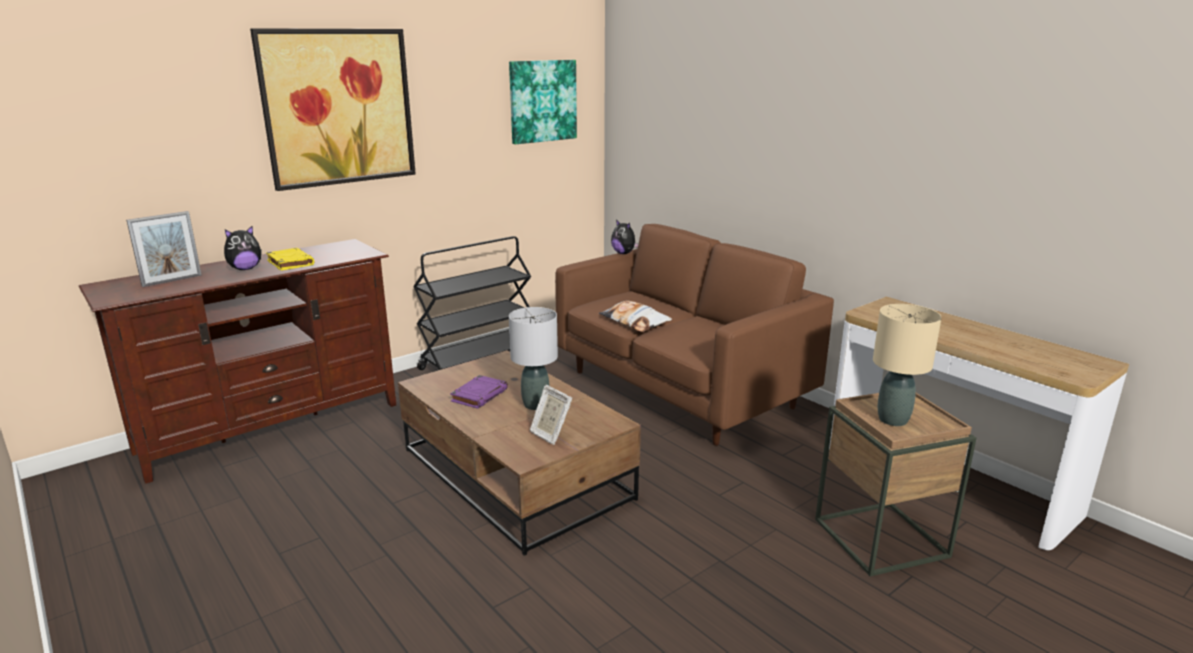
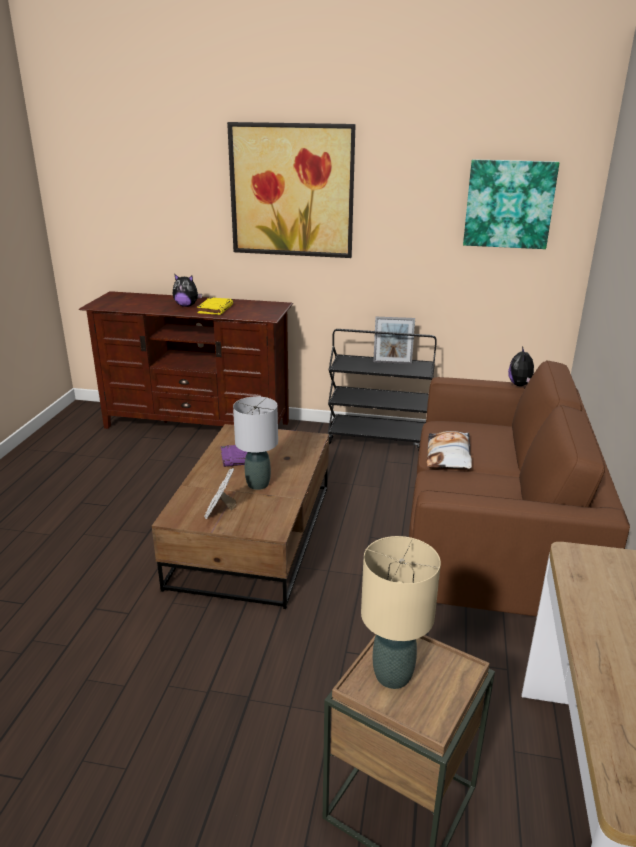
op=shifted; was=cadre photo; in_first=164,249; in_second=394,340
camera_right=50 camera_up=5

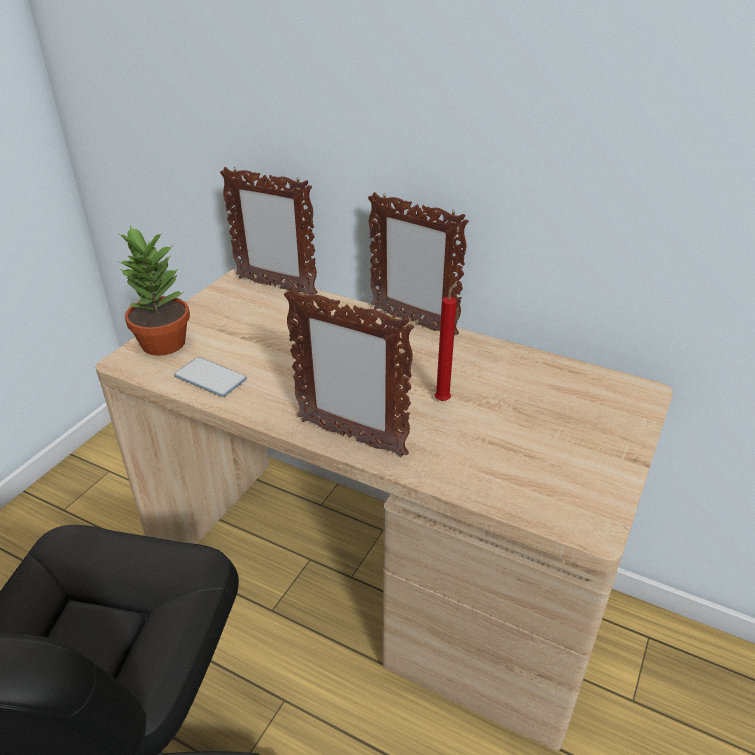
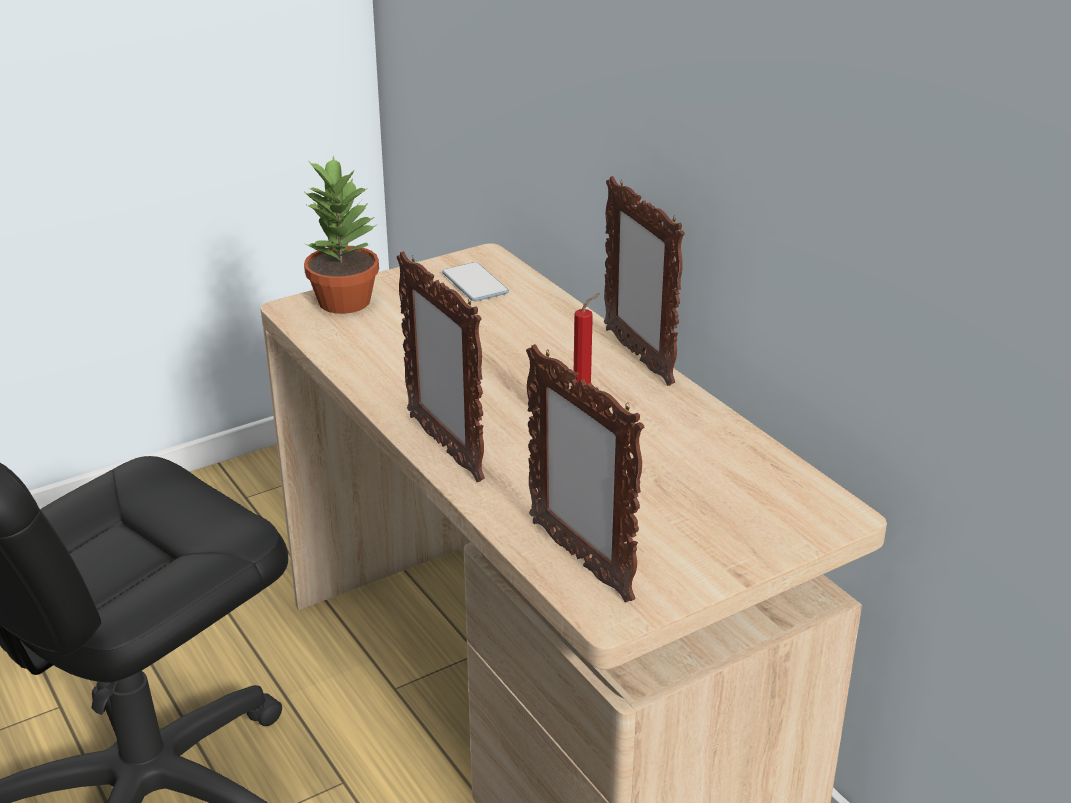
op=shifted; was=téléphone; in_first=210,377; in_second=475,281
op=shifted; was=cadre photo; in_first=269,231; in_second=585,473
camera_right=30 camera_up=-5

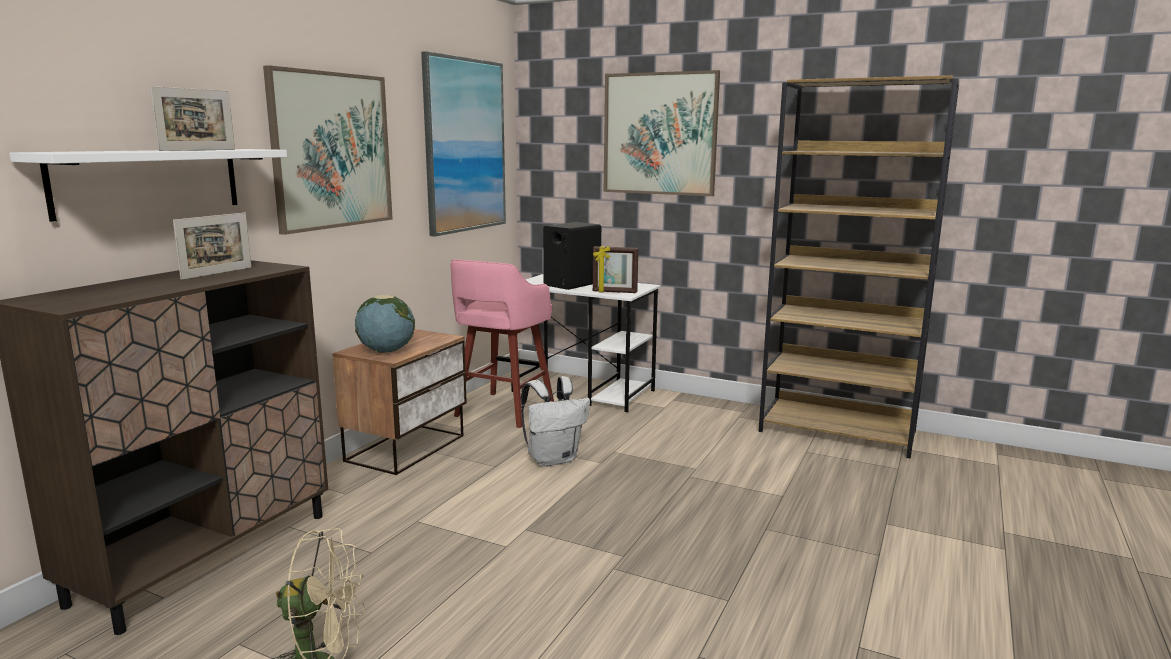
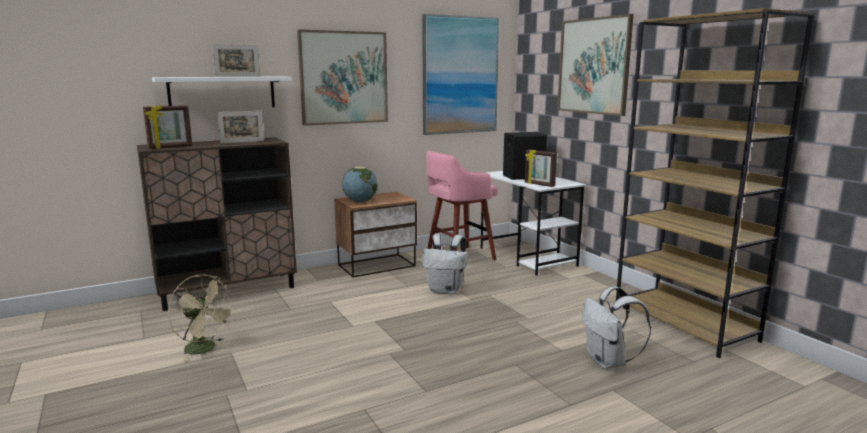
op=new; now=cadre photo; in_second=167,127
op=new; now=sac à dos [blanc]; in_second=616,327
camera_right=35 camera_up=0

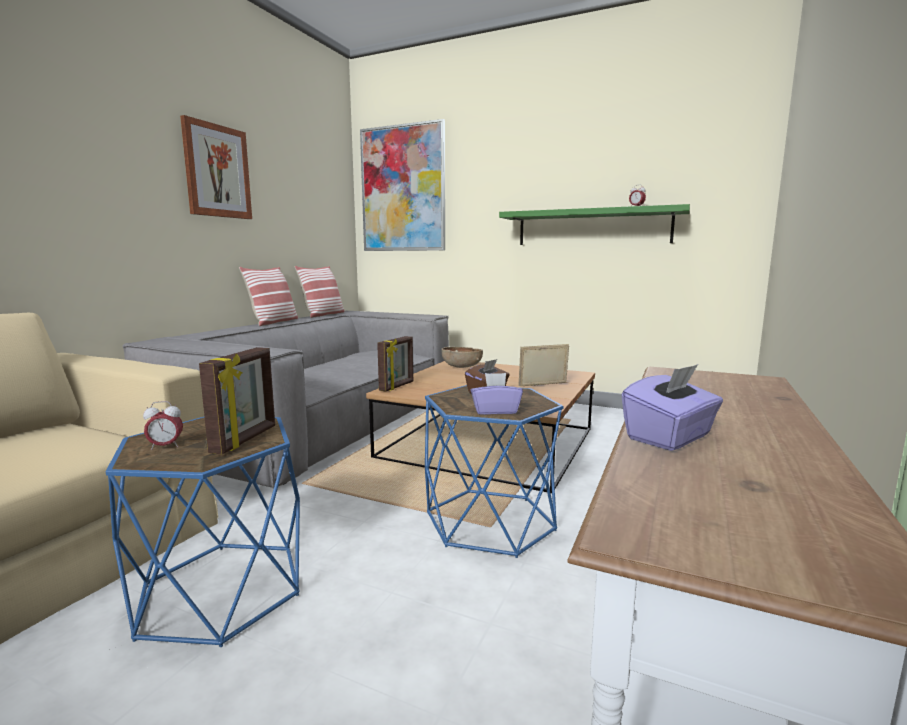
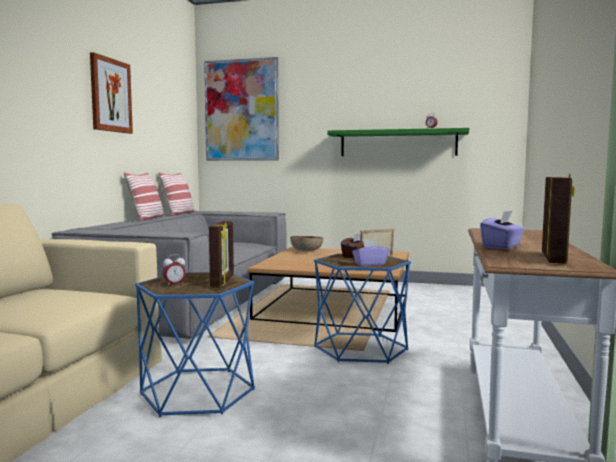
op=shifted; was=cadre photo; in_first=395,364; in_second=558,219
camera_right=-10 camera_up=-5

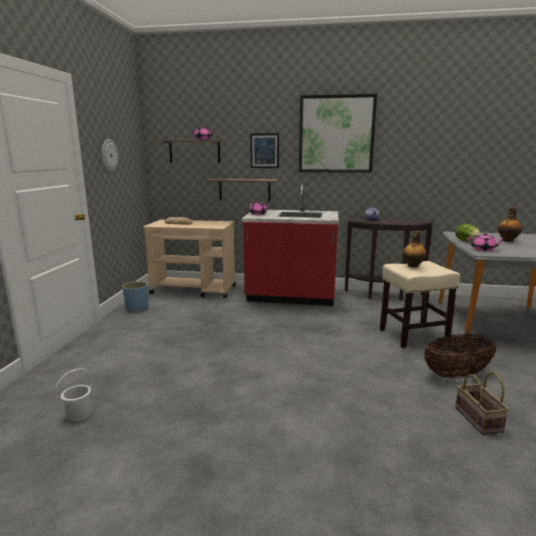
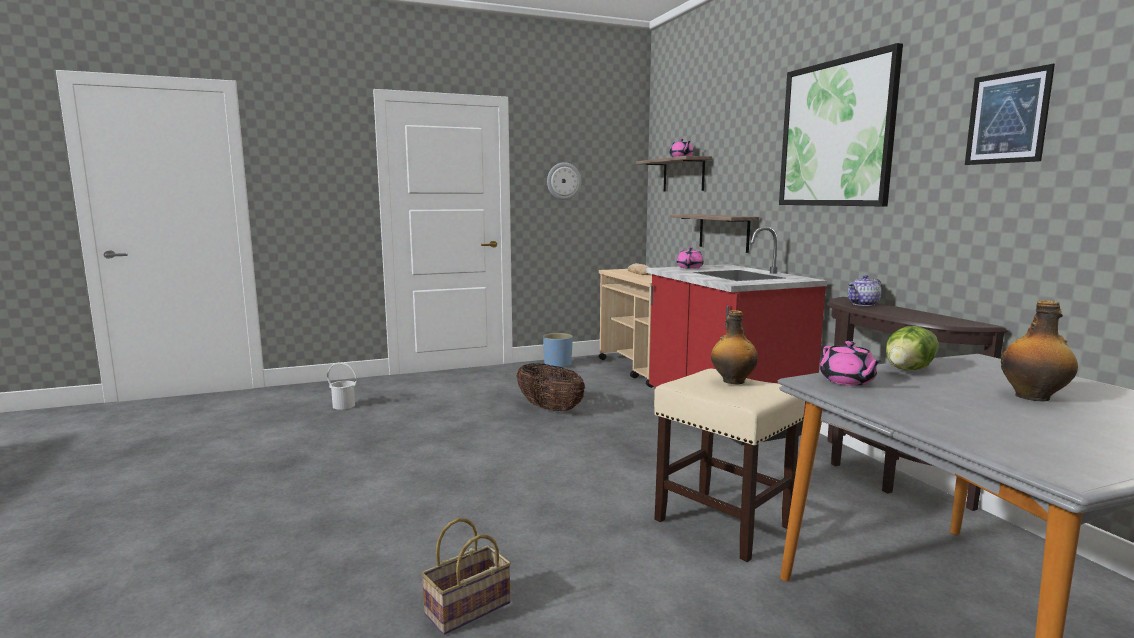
op=shifted; was=panier; in_first=460,356; in_second=550,387
op=shifted; was=tableau; in_first=264,150; in_second=1010,114
camera_right=60 camera_up=-5

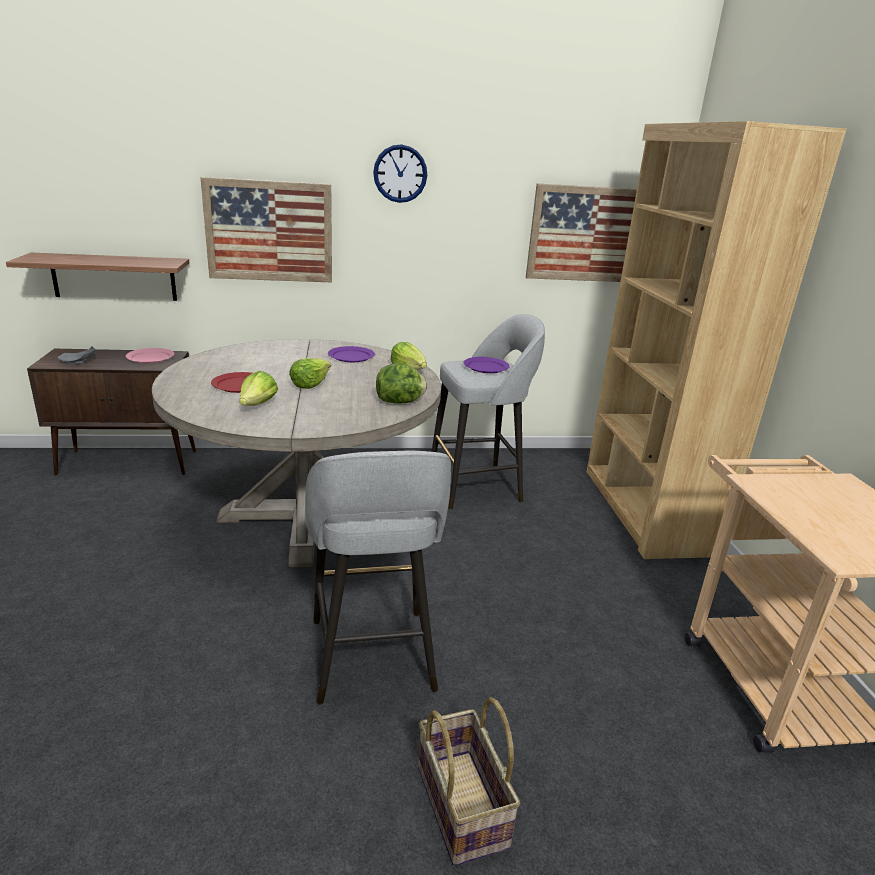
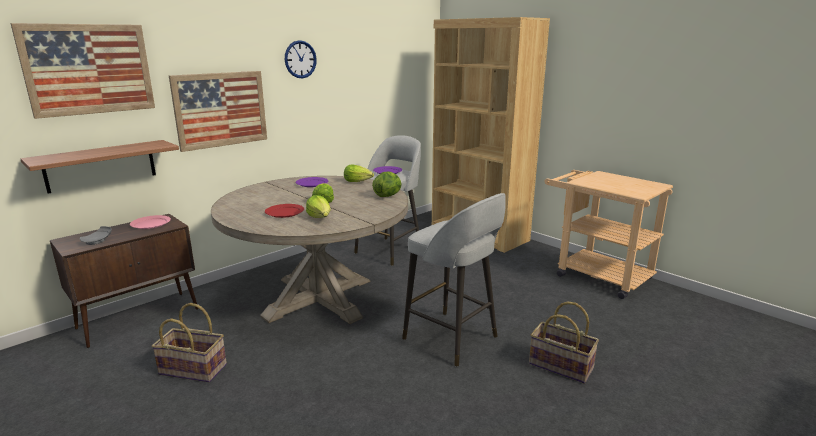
op=shifted; was=tableau; in_first=581,232; in_second=82,71
op=new; now=panier; in_second=189,342
camera_right=-35 camera_up=-5

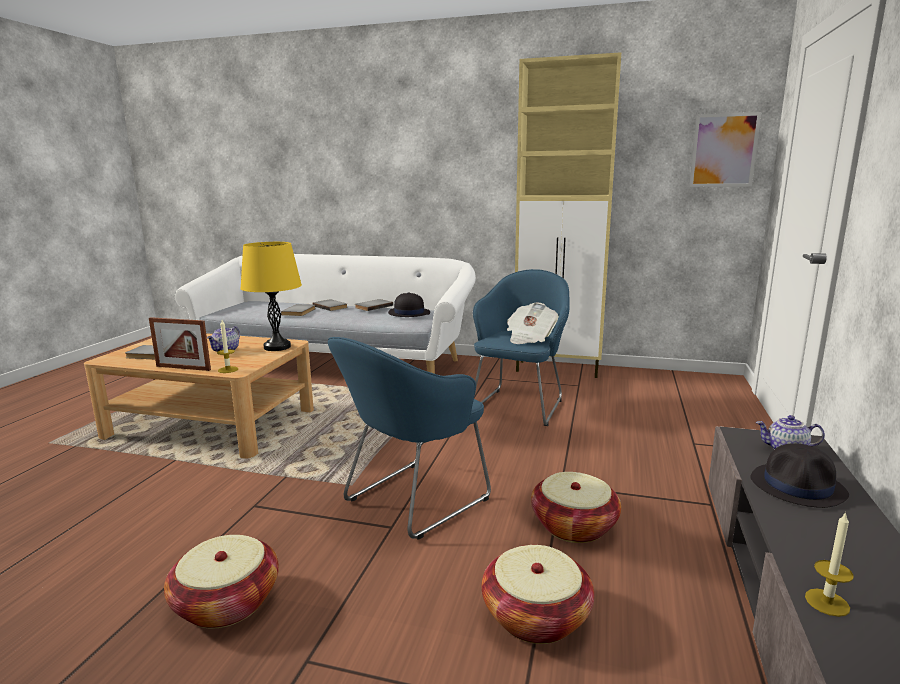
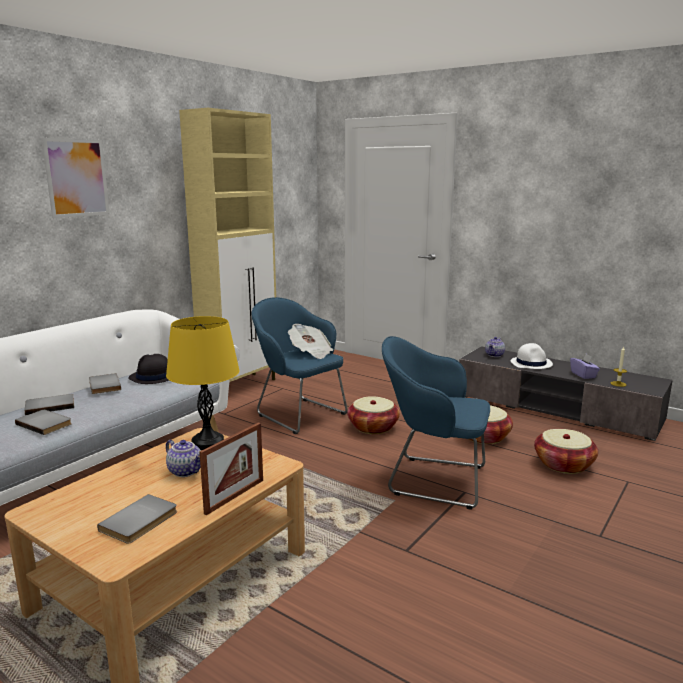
op=shifted; was=tableau; in_first=725,149; in_second=76,177
op=shifted; was=panier; in_first=221,581; in_second=373,415
op=rotated; was=fauteuil [bleu]; in_first=409,438; in_second=436,423; clockwise=135
op=repainted; was=chapeau [noir]; now=chapeau [blanc]; in_first=800,475; in_second=532,356
op=new; now=boîte à mouchoirs [violet]; in_second=585,366
op=gone; was=bougie; in_first=227,346
camera_right=-70 camera_up=0

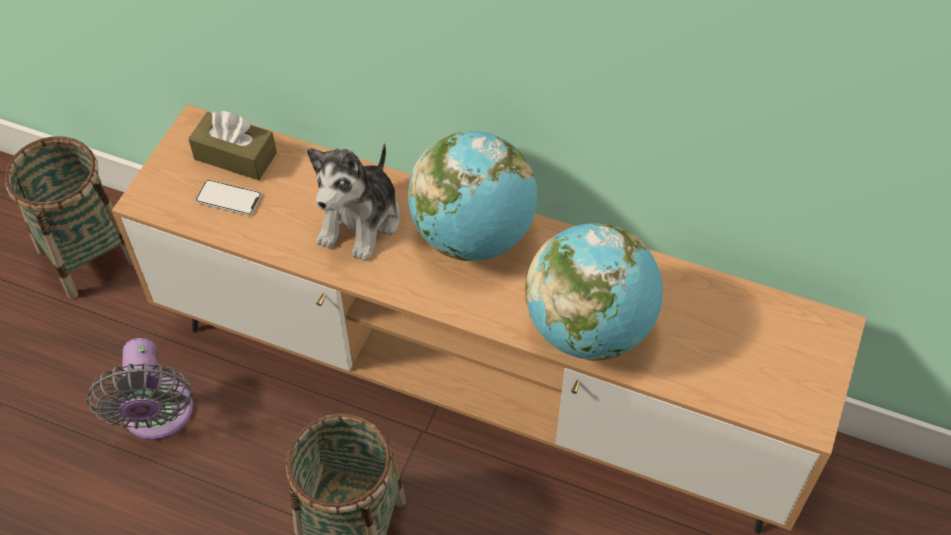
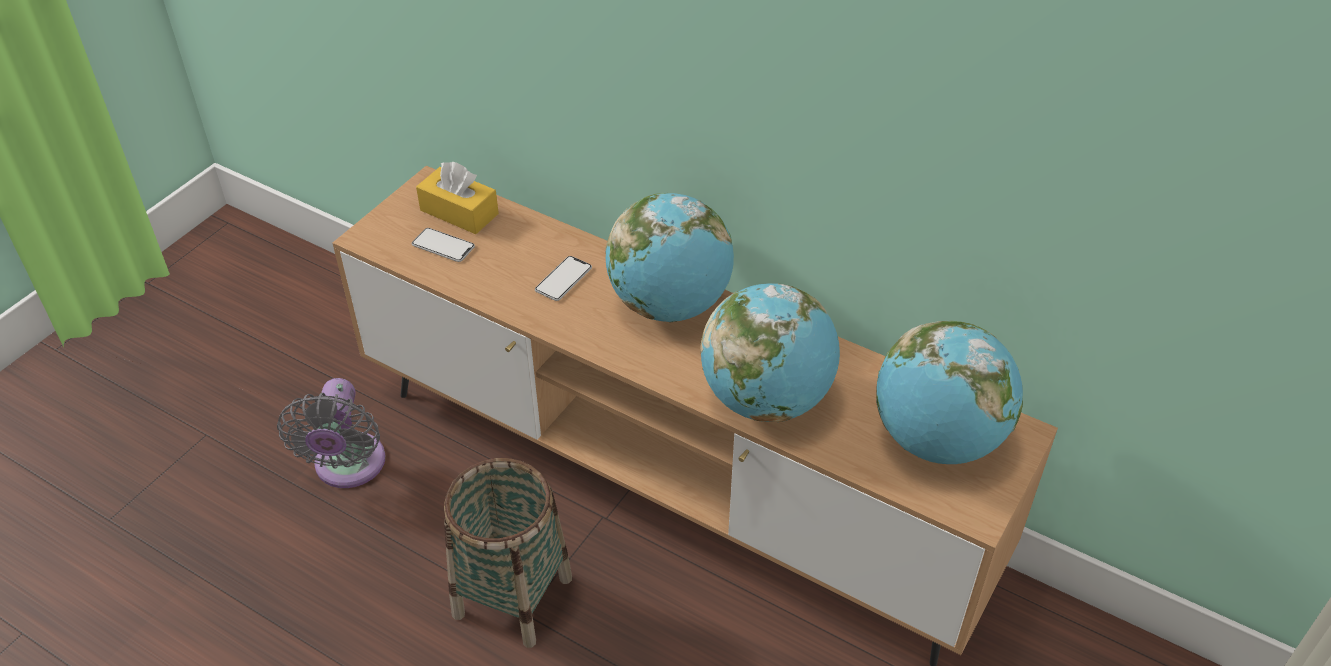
op=repainted; was=boîte à mouchoirs [marron]; now=boîte à mouchoirs [jaune]; in_first=232,145; in_second=457,198
op=swapped; was=peluche; now=téléphone; in_first=353,202; in_second=563,278
op=new; now=globe; in_second=949,392
op=gone; was=panier; in_first=69,217
camera_right=10 camera_up=-10

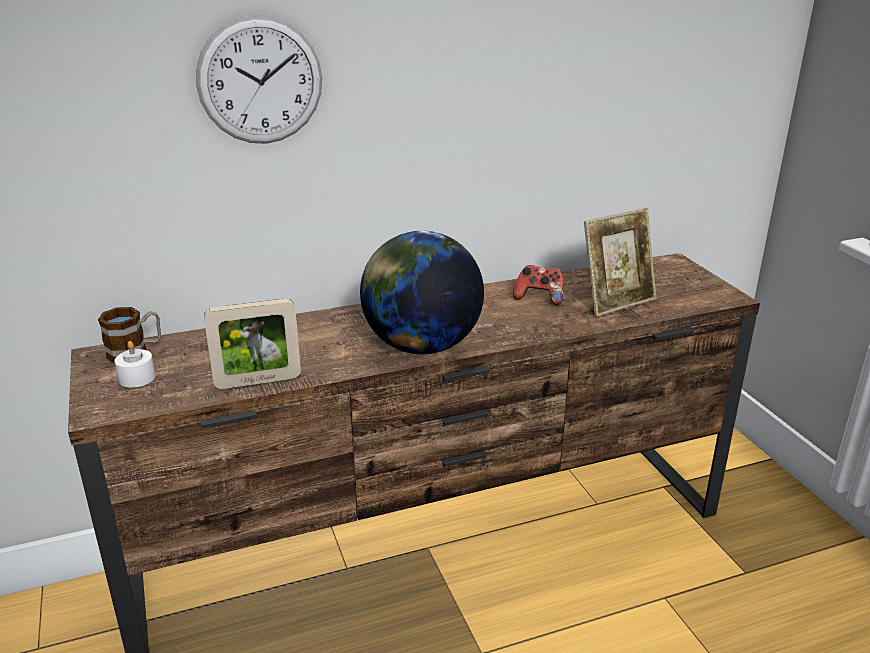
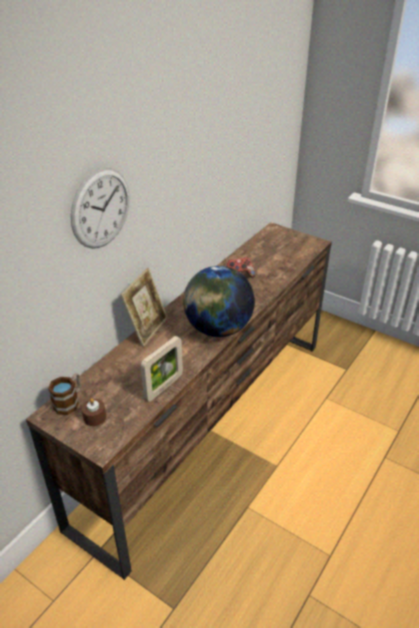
op=repainted; was=bougie [blanc]; now=bougie [marron]; in_first=135,364; in_second=94,412
op=shifted; was=cadre photo; in_first=620,262; in_second=144,307
camera_right=-35 camera_up=10

